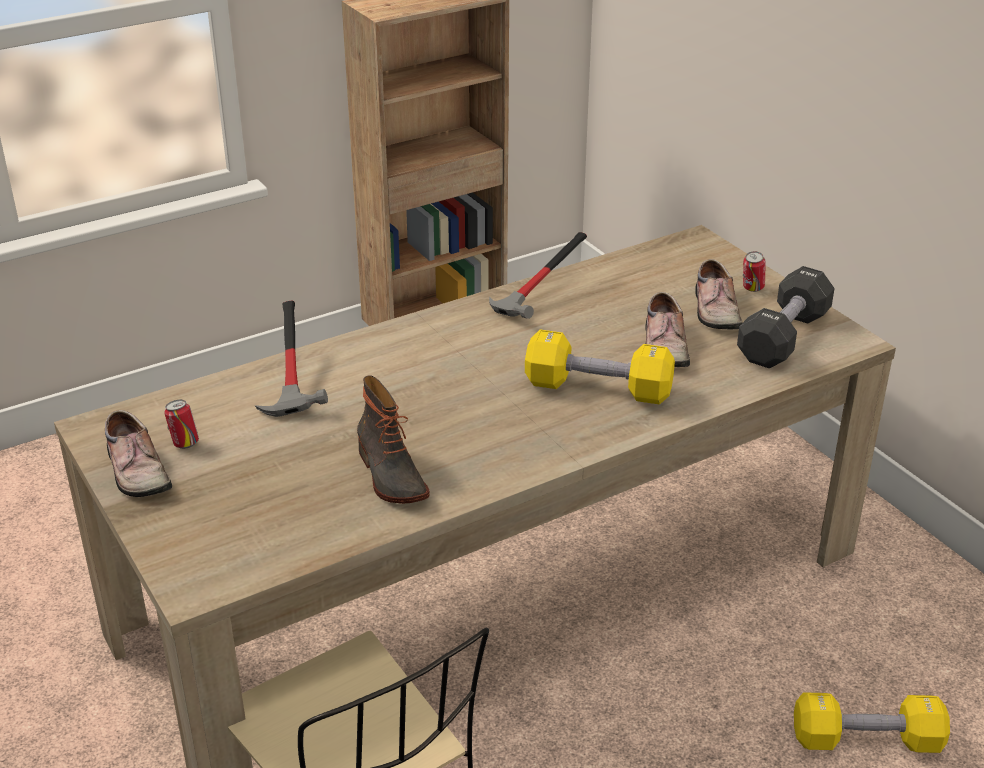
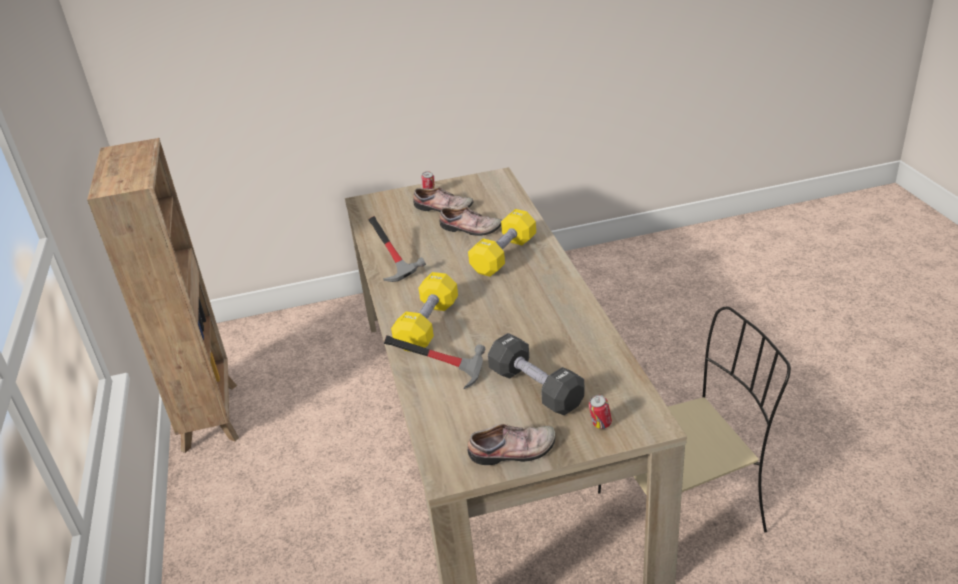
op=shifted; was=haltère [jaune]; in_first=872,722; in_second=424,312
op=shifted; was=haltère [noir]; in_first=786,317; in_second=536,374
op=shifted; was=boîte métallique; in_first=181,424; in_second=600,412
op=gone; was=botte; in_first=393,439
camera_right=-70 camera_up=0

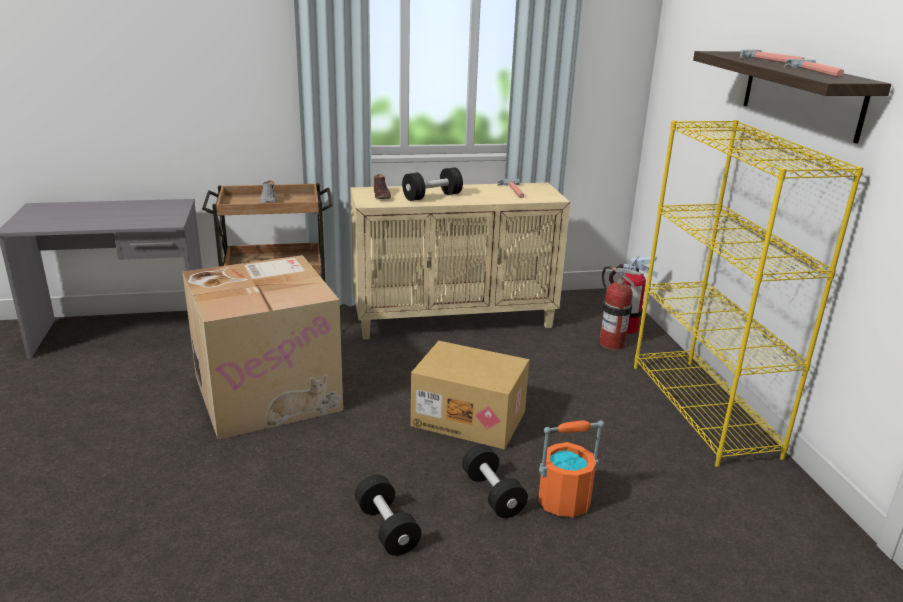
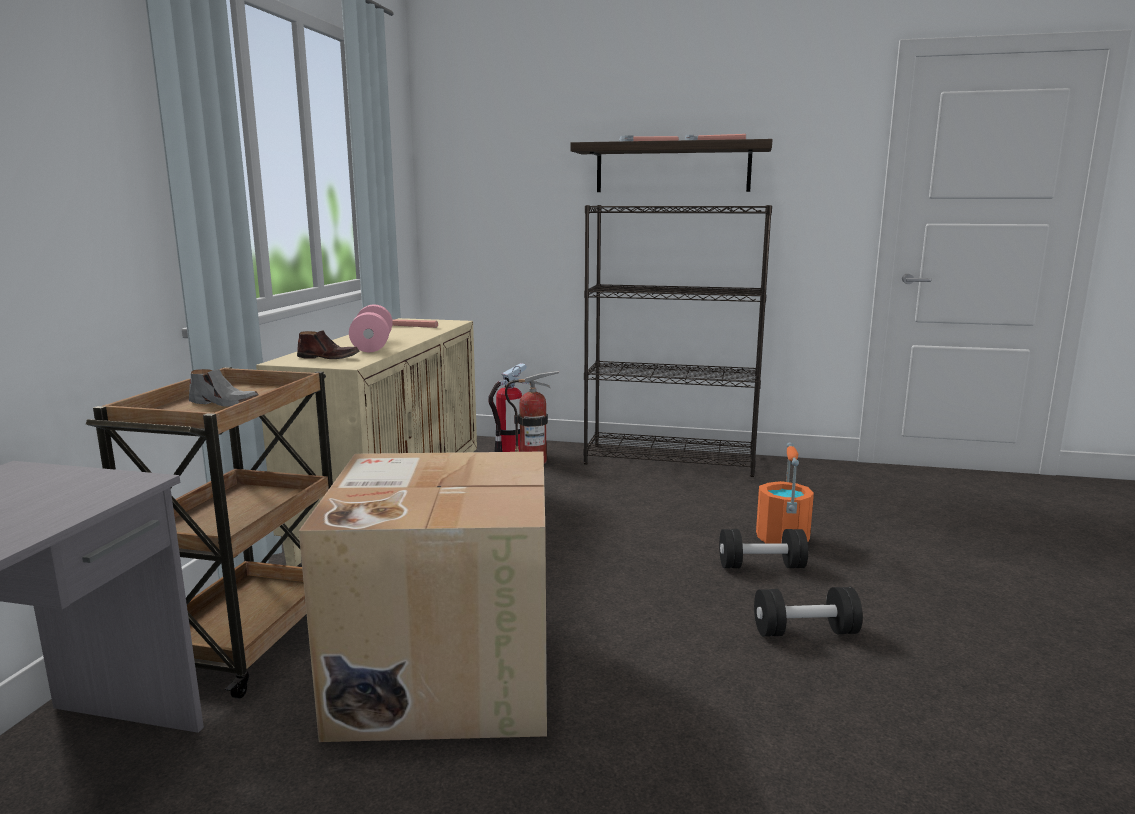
op=repainted; was=haltère [noir]; now=haltère [rose]; in_first=432,184; in_second=371,328
op=repainted; was=bibliothèque [jaune]; now=bibliothèque [noir]; in_first=748,293; in_second=677,341
op=gone; was=carton; in_first=470,395
camera_right=-65 camera_up=-10

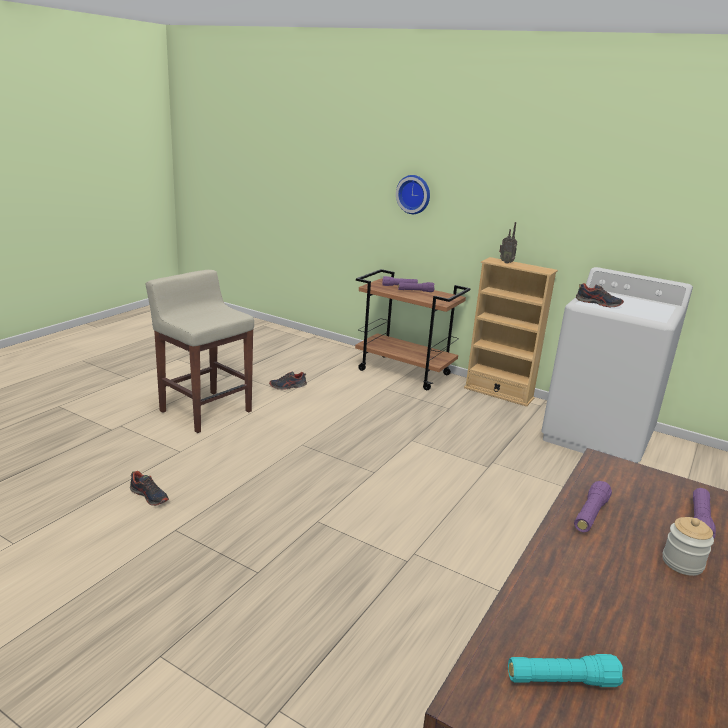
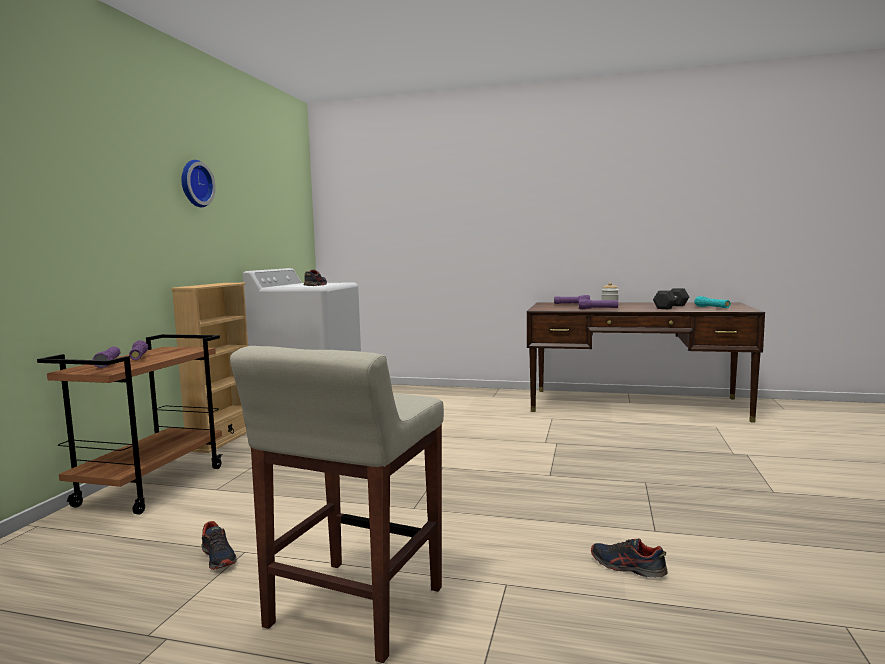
op=shifted; was=horloge murale; in_first=413,194; in_second=198,183
op=rotated; was=chaussure; in_first=149,488; in_second=629,558; clockwise=-75
op=new; now=haltère [gris]; in_second=671,298
op=gone; was=radio; in_first=508,243
camera_right=-105 camera_up=-15

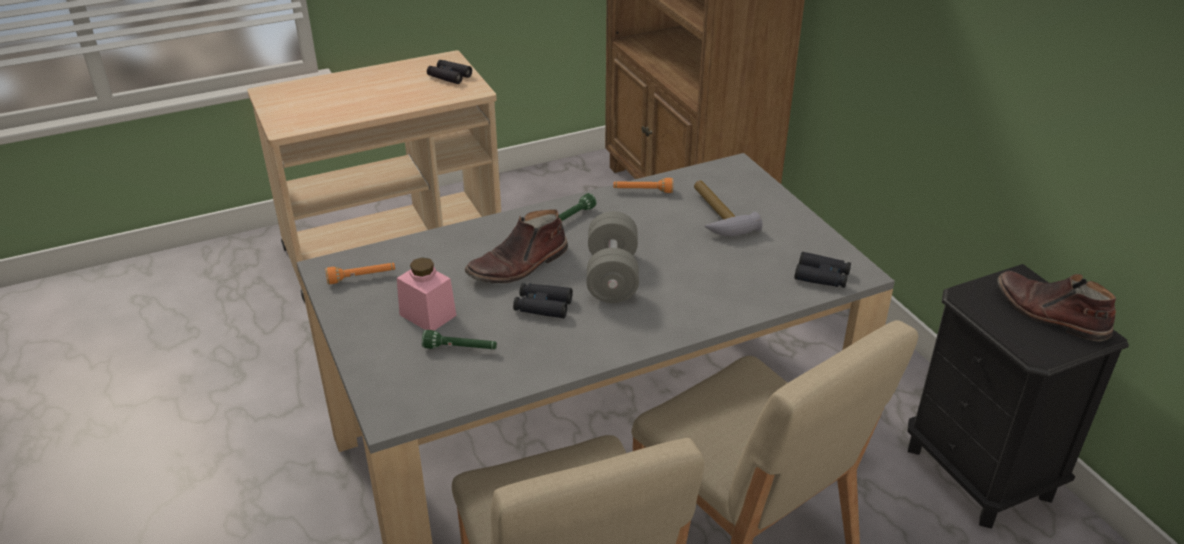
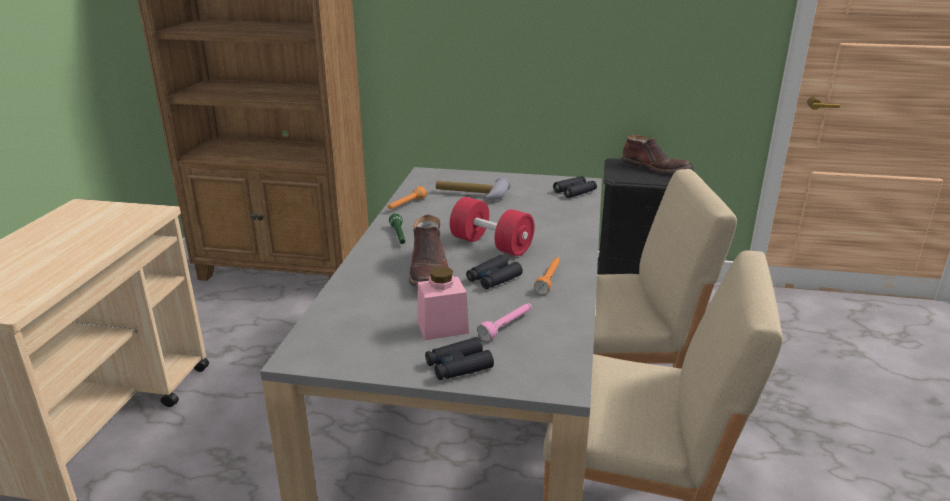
op=shifted; was=jumelles [noir]; in_first=449,72; in_second=459,358
op=repainted; was=haltère [gris]; now=haltère [rouge]; in_first=612,257; in_second=492,226
op=repainted; was=lampe de poche [vert]; now=lampe de poche [rose]; in_first=459,339; in_second=504,322
op=shifted; was=lampe de poche [orange]; in_first=360,273; in_second=547,275
op=rotated; was=botte [marron]; in_first=1056,306; in_second=655,154; clockwise=-135
camera_right=-55 camera_up=-10

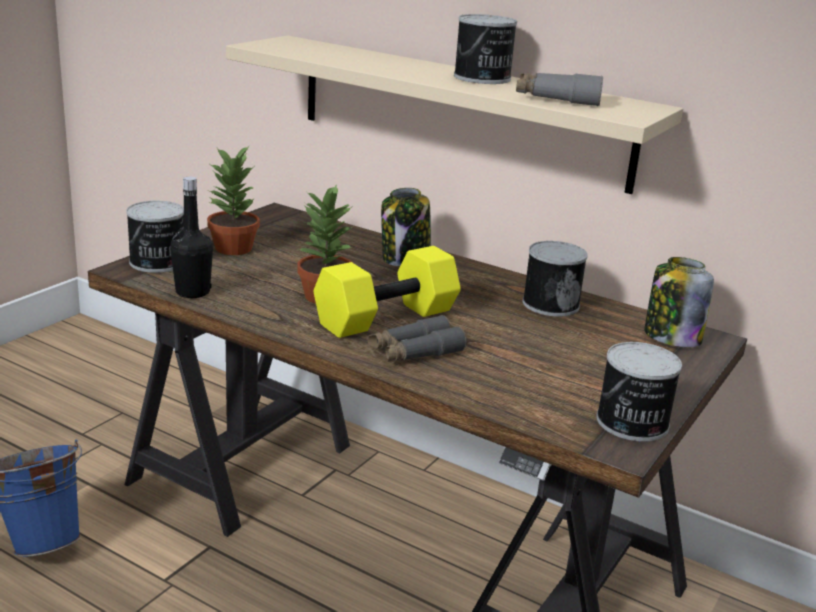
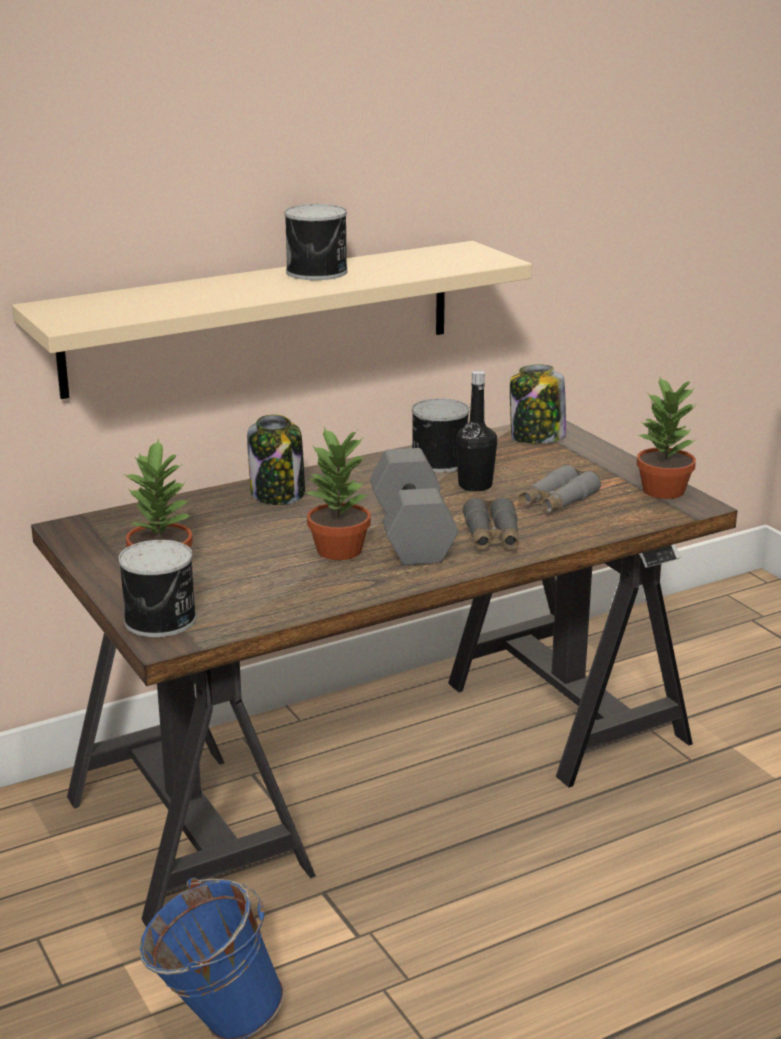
op=repainted; was=haltère [jaune]; now=haltère [gris]; in_first=387,292; in_second=414,506
op=shifted; was=bouteille [noir]; in_first=191,237; in_second=476,431
op=shifted; was=jumelles [gris]; in_first=559,89; in_second=559,488
op=swapped; was=boîte métallique; now=plante en pot; in_first=639,392; in_second=666,437
camera_right=-60 camera_up=0

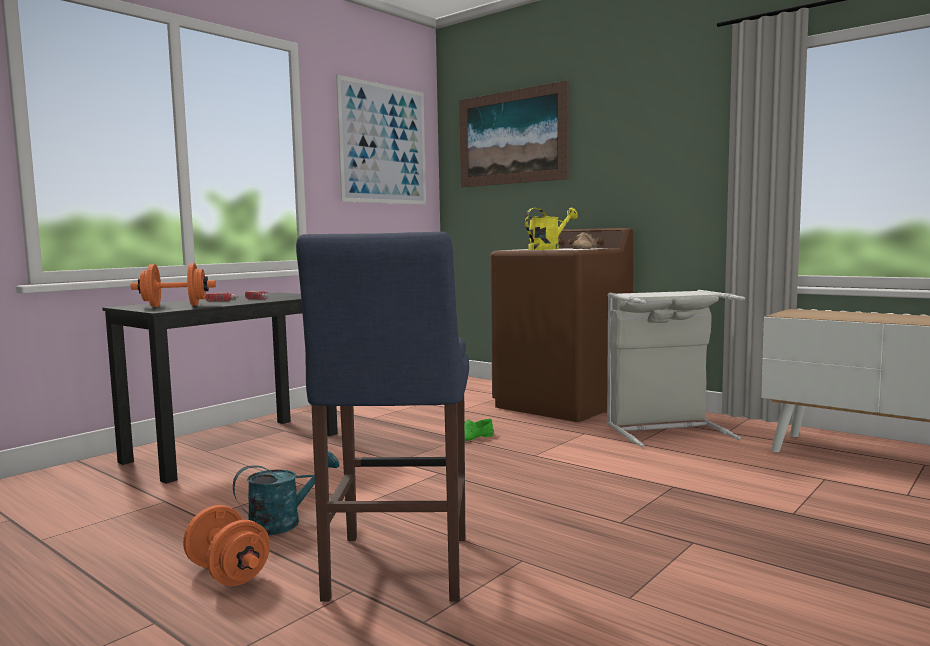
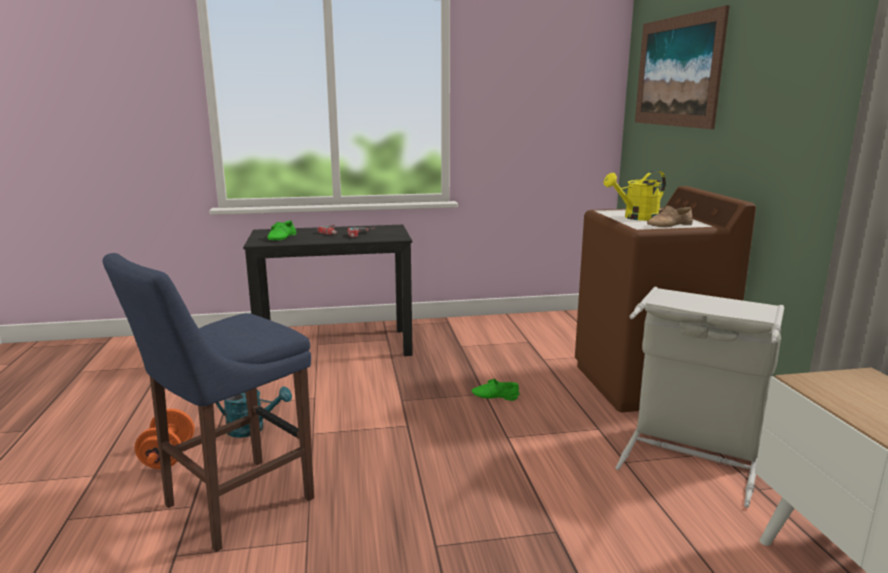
op=swapped; was=haltère [orange]; now=chaussure [vert]; in_first=173,285; in_second=281,230
op=rotated; was=arrosoir [jaune]; in_first=551,228; in_second=635,195; clockwise=150
op=gone; was=tableau; in_first=381,140
camera_right=40 camera_up=10

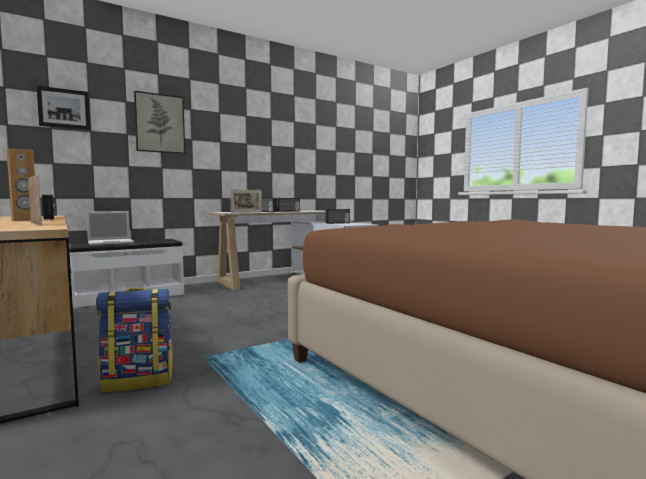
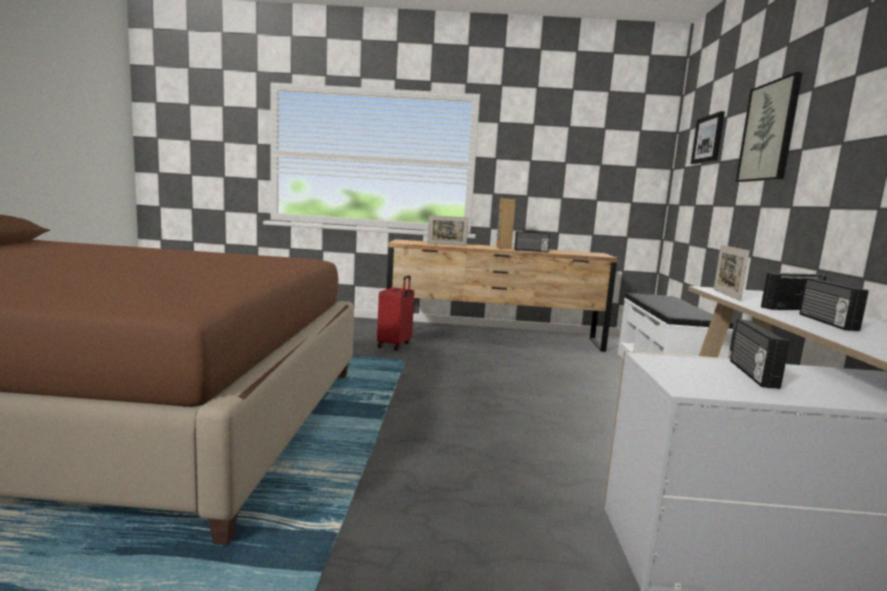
op=swapped; was=sac à dos; now=valise [rouge]; in_first=135,340; in_second=395,312
op=gone; was=ordinateur portable; in_first=110,228
camera_right=125 camera_up=5

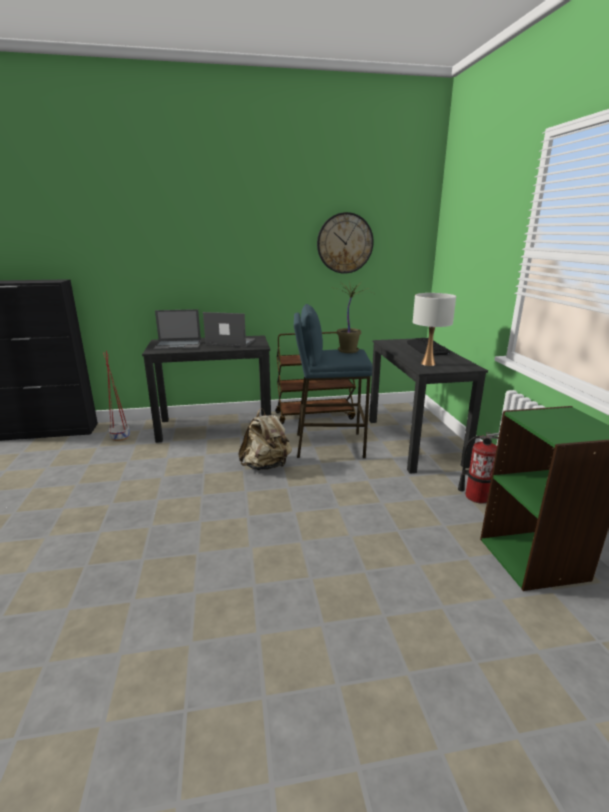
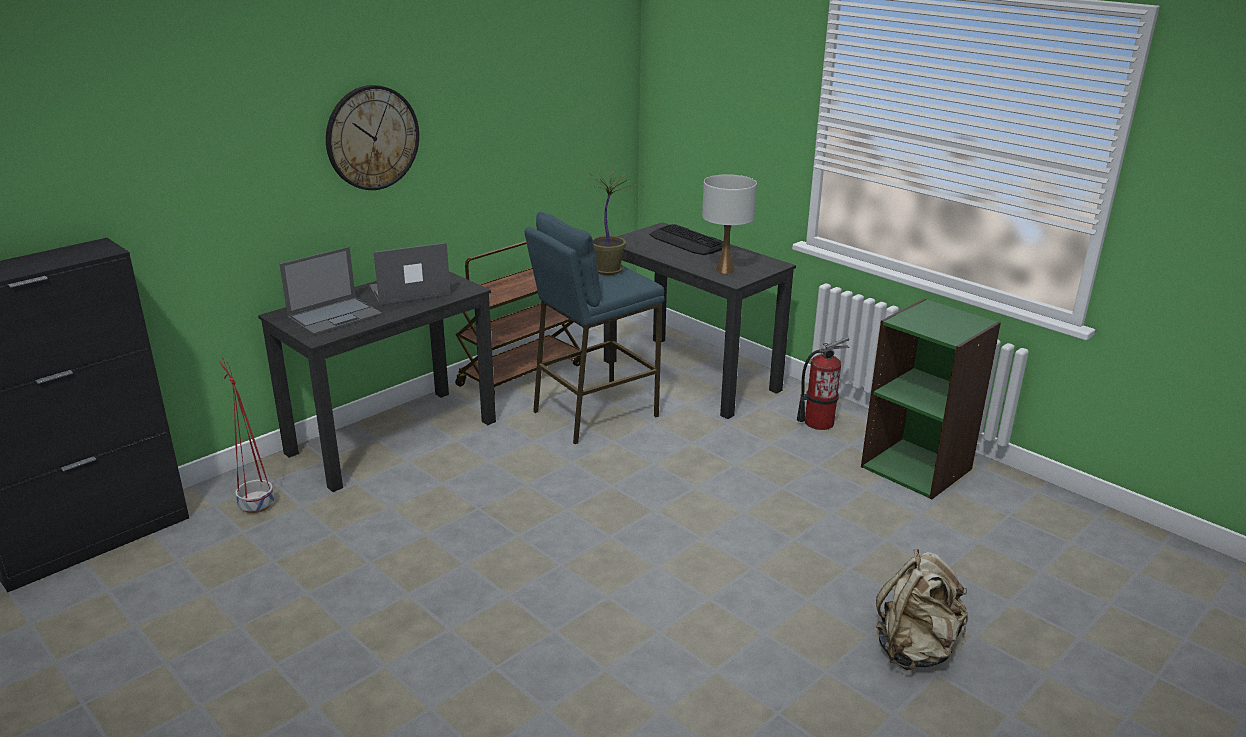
op=shifted; was=horloge murale; in_first=345,243; in_second=372,137
op=shifted; was=sac à dos [beige]; in_first=265,439; in_second=922,609
camera_right=-35 camera_up=5

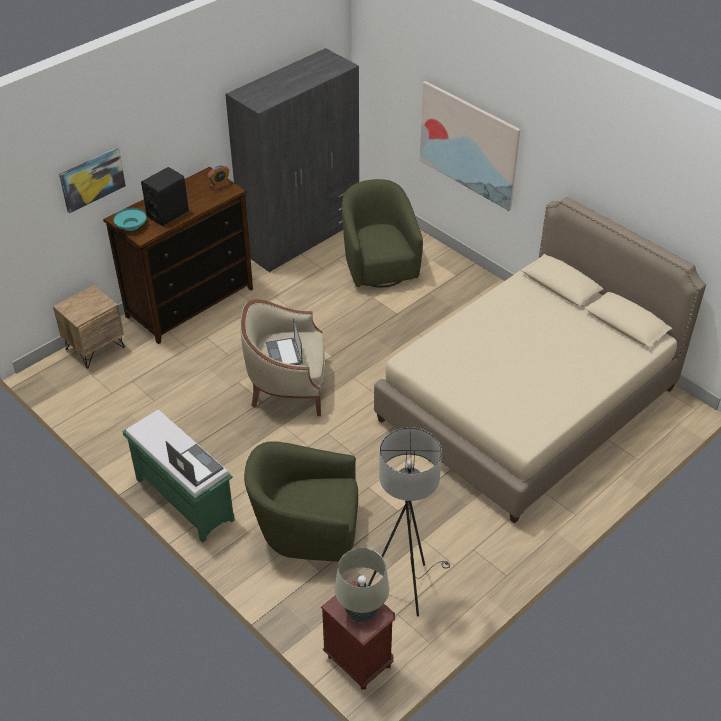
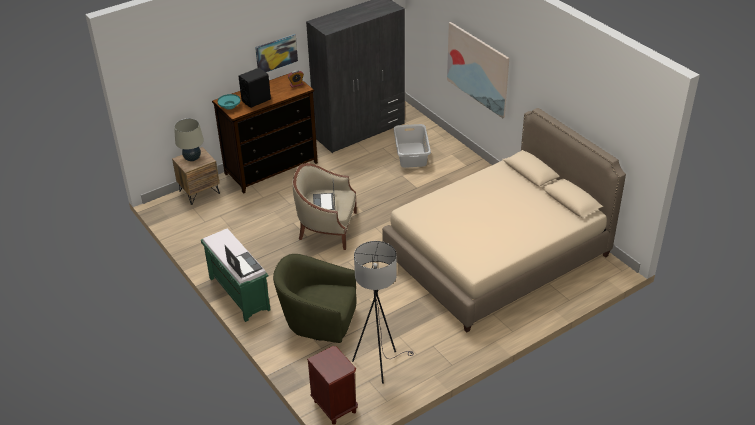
op=shifted; was=lampe de table [beige]; in_first=362,585; in_second=189,139
op=shifted; was=tableau; in_first=92,180; in_second=276,53
op=swapped; was=fauteuil [vert]; now=panier à linge [gris]; in_first=382,233; in_second=412,146
camera_right=10 camera_up=-5

